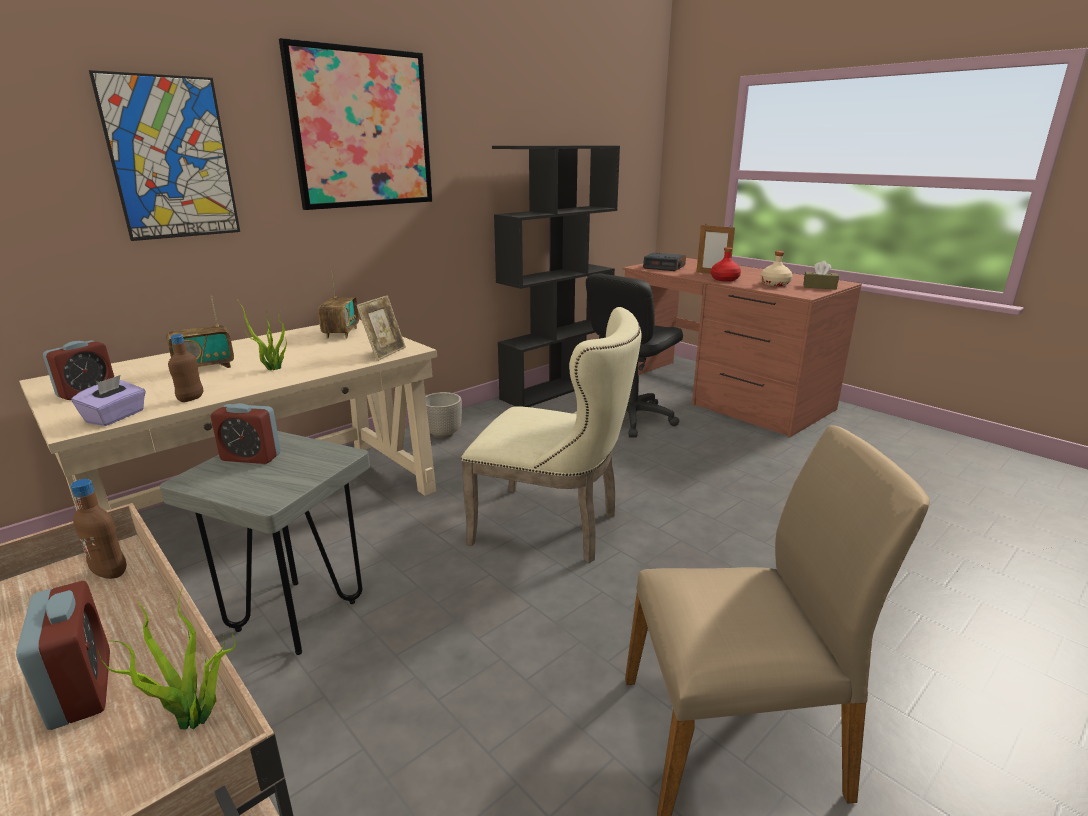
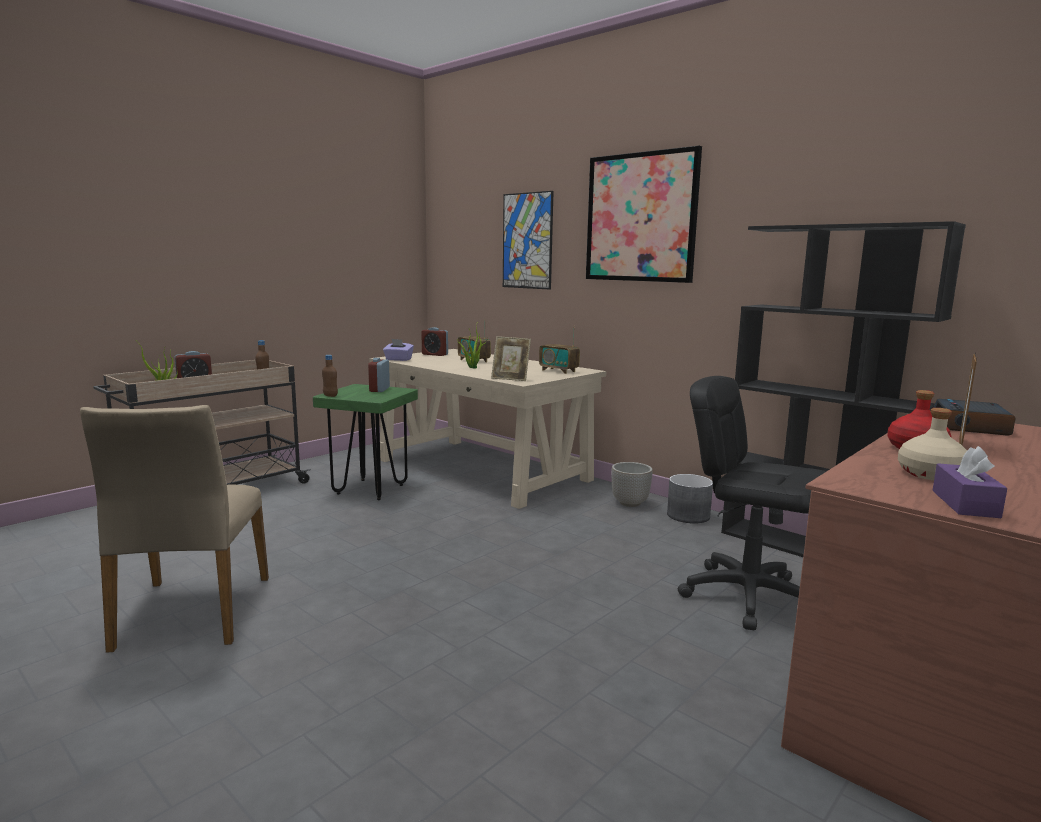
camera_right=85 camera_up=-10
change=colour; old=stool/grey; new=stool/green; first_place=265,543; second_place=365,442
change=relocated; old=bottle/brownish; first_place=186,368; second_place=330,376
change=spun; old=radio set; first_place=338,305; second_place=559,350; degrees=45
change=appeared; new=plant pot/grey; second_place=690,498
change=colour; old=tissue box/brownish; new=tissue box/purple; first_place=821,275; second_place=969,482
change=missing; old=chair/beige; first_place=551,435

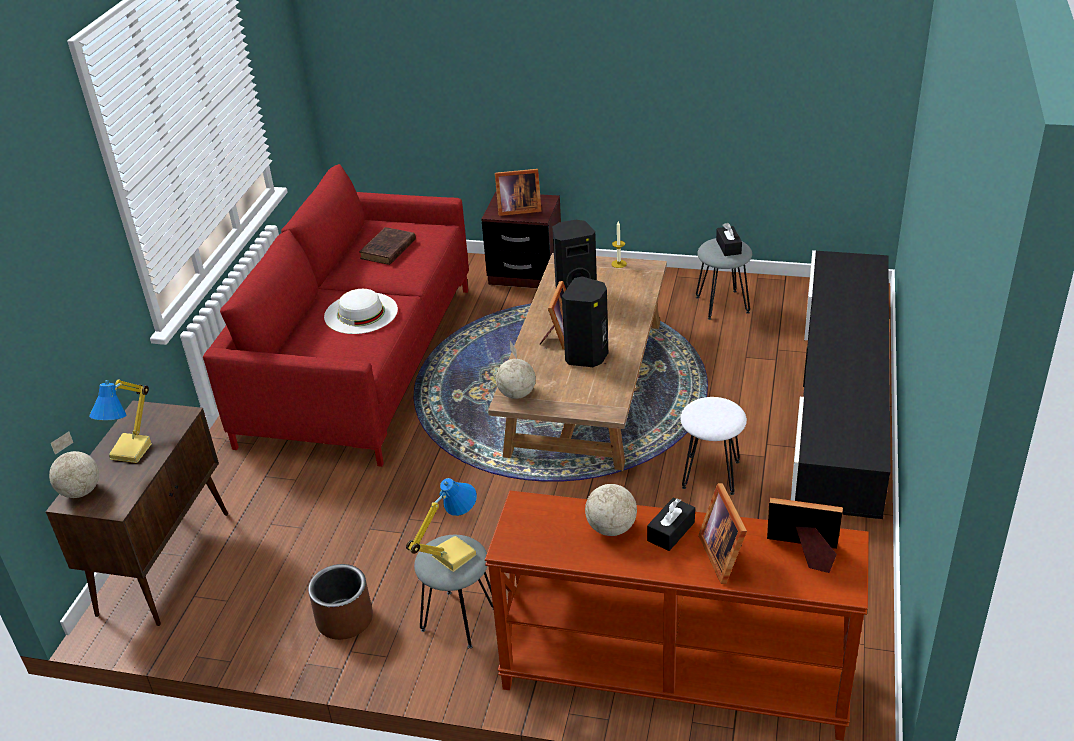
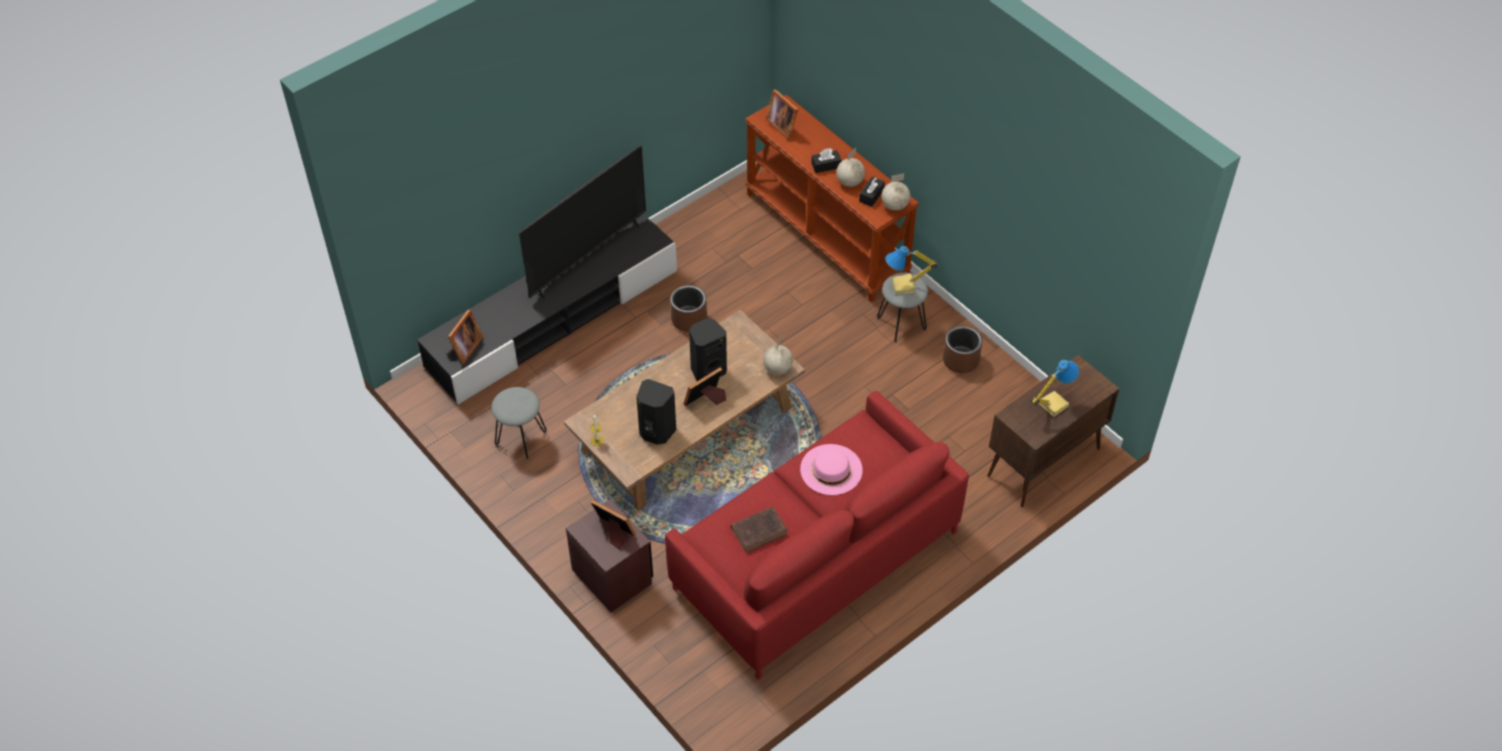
camera_right=-145 camera_up=15
change=relocated; old=picture frame; first_place=722,533; second_place=464,337
change=appeared; new=TV set; second_place=582,222
change=exchanged; old=stool/whitish; new=plant pot/brownish; first_place=713,446; second_place=688,308
change=colour; old=clothing hat/whitish; new=clothing hat/pink-coloured; first_place=361,311; second_place=831,469
change=relocated; old=tissue box/blackish; first_place=729,239; second_place=872,192
change=relocated; old=world globe; first_place=74,465; second_place=895,192

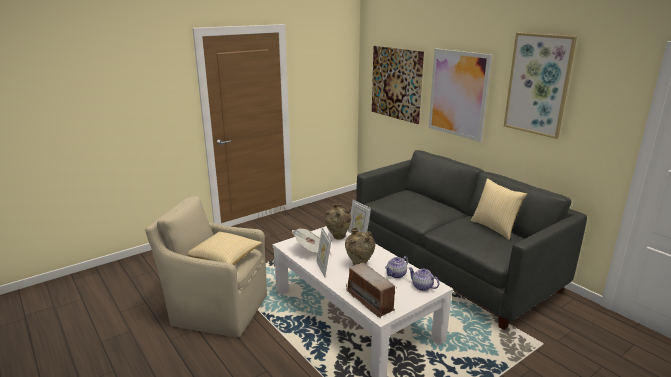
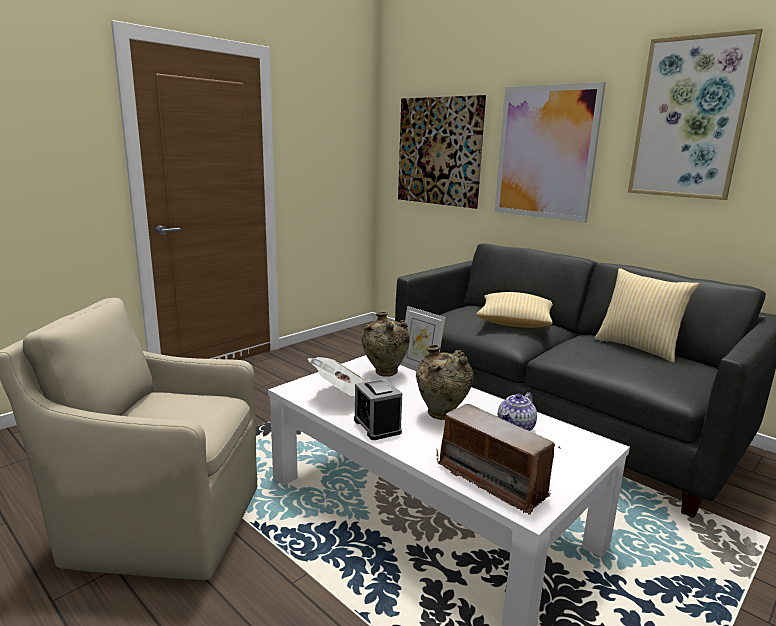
camera_right=-10 camera_up=-5
change=exchanged; old=picture frame; new=bedside clock; first_place=323,252; second_place=378,409
change=relocated; old=pillow; first_place=225,248; second_place=514,310
change=missing; old=pot for tea; first_place=424,279

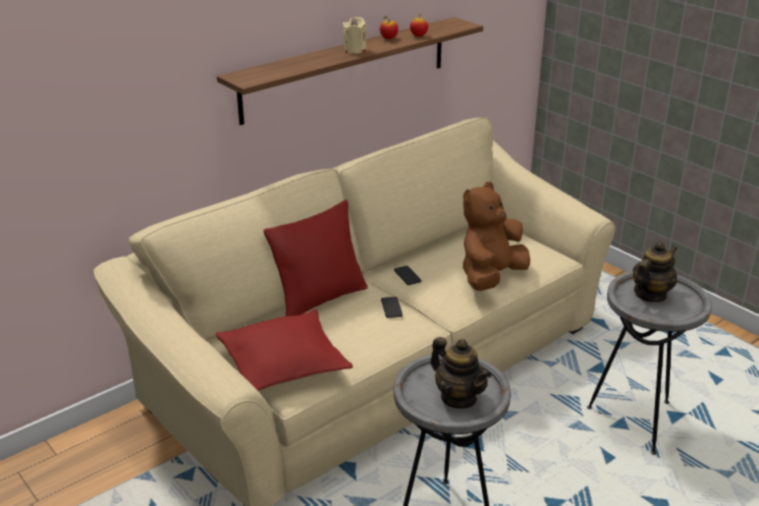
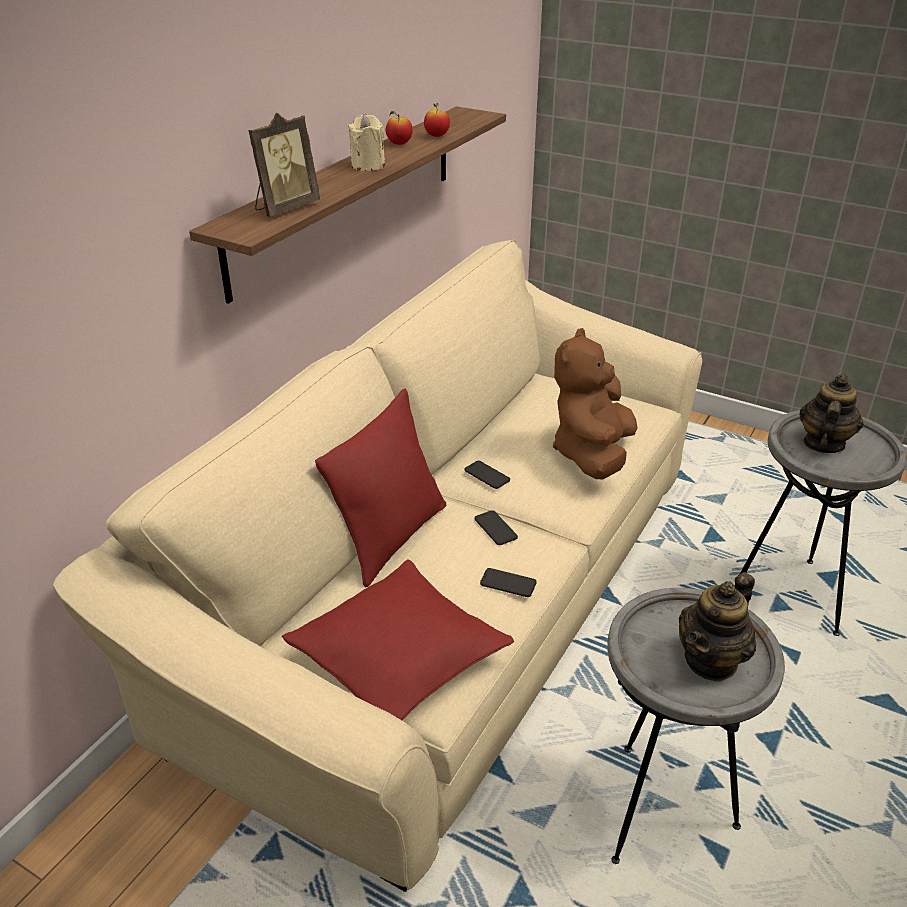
camera_right=-20 camera_up=5
change=appeared; new=picture frame; second_place=284,164
change=appeared; new=telephone; second_place=508,582
change=spun; old=pot for tea; first_place=461,373; second_place=717,627; degrees=105

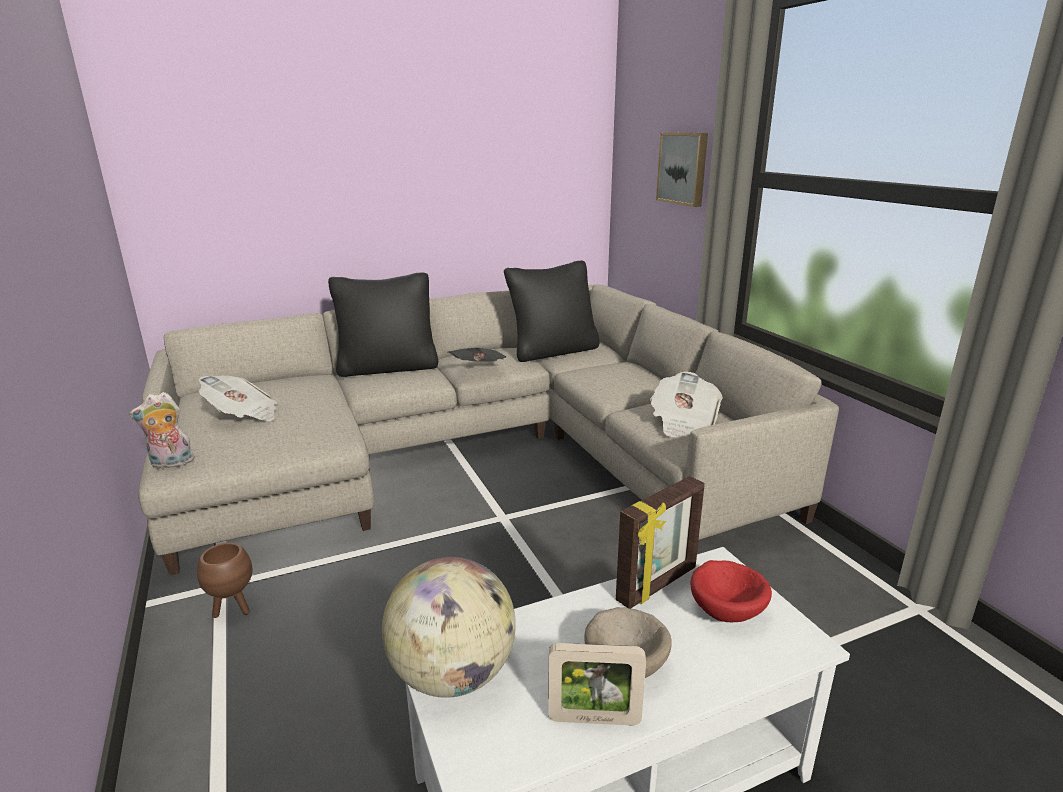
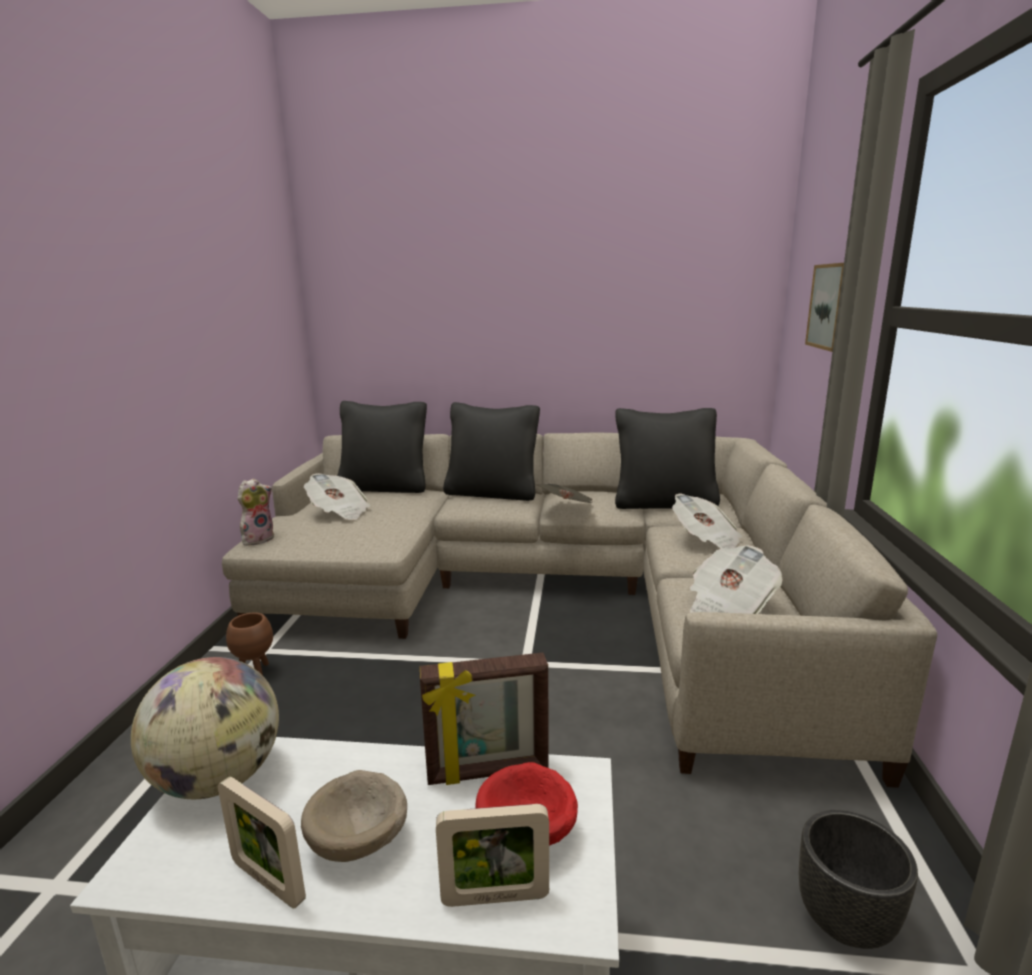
camera_right=30 camera_up=-5
change=spun; old=cuddly toy; first_place=161,430; second_place=256,512; degrees=120
change=appeared; new=pillow/blackish; second_place=382,447
change=appeared; new=picture frame; second_place=492,855
change=appeared; new=printed paper; second_place=707,521
change=appeared; new=plant pot/blackish; second_place=858,879

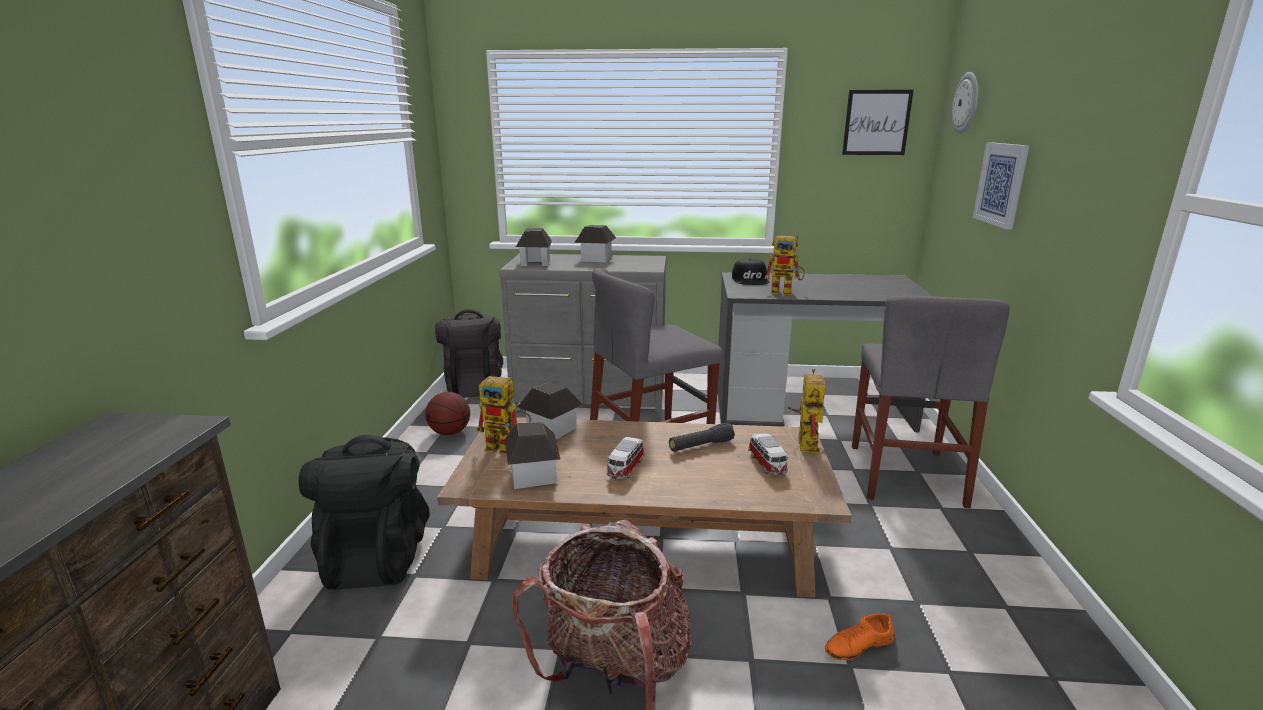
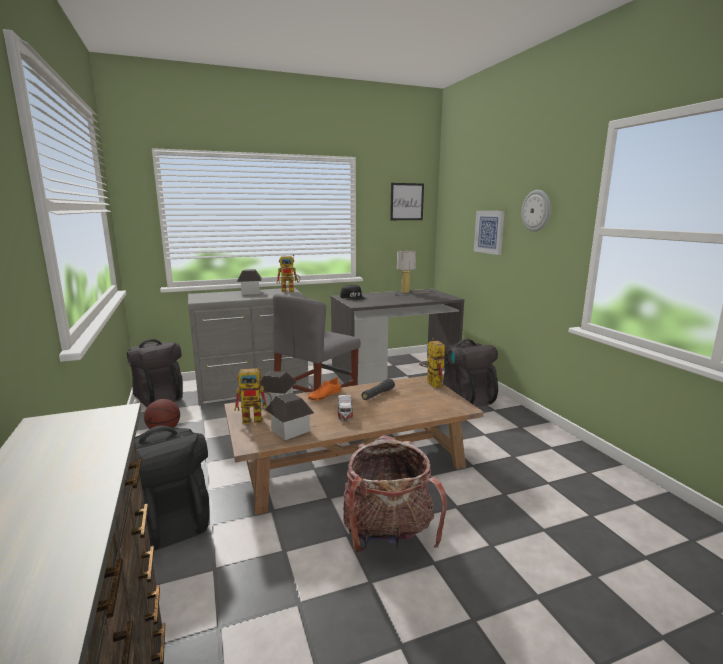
camera_right=-25 camera_up=-5
change=relocated; old=robot figure; first_place=784,264; second_place=288,273
change=relocated; old=shoe/orangey; first_place=860,636; second_place=324,389
change=appeared; new=table lamp; second_place=415,273
change=exchanged; old=chair/grey; new=backpack/blackish; first_place=931,402; second_place=470,373
change=relocated; old=clock on the wall; first_place=965,103; second_place=536,211
change=missing; old=model house; first_place=534,247
change=missing; old=miniature car; first_place=768,454

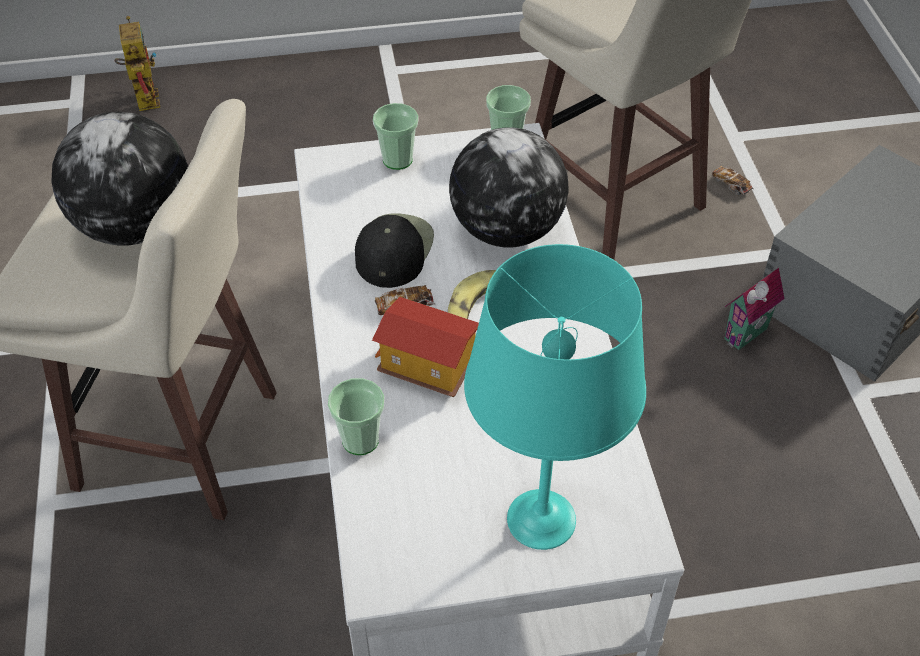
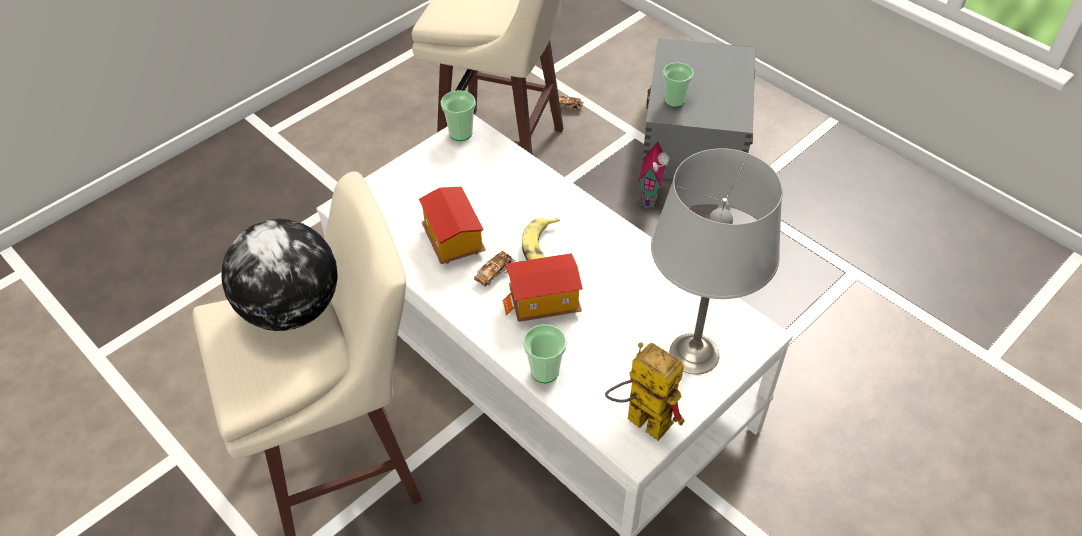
camera_right=-35 camera_up=0
change=exchanged; old=baseball cap/blackish; new=model house; first_place=394,250; second_place=452,225
change=relocated; old=robot figure; first_place=137,63; second_place=645,391
change=colour; old=table lamp/blue-green; new=table lamp/grey; first_place=555,397; second_place=717,261
change=relocated; old=small cup; first_place=395,136; second_place=678,85
change=missing; old=world globe; first_place=509,188

